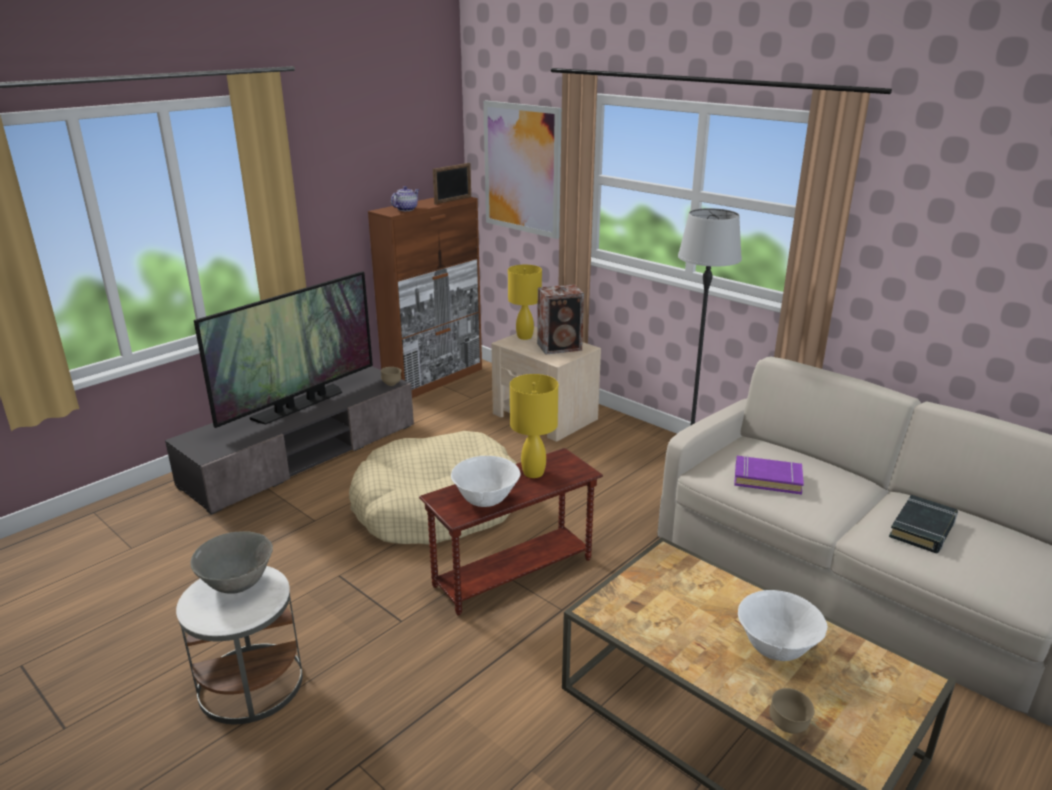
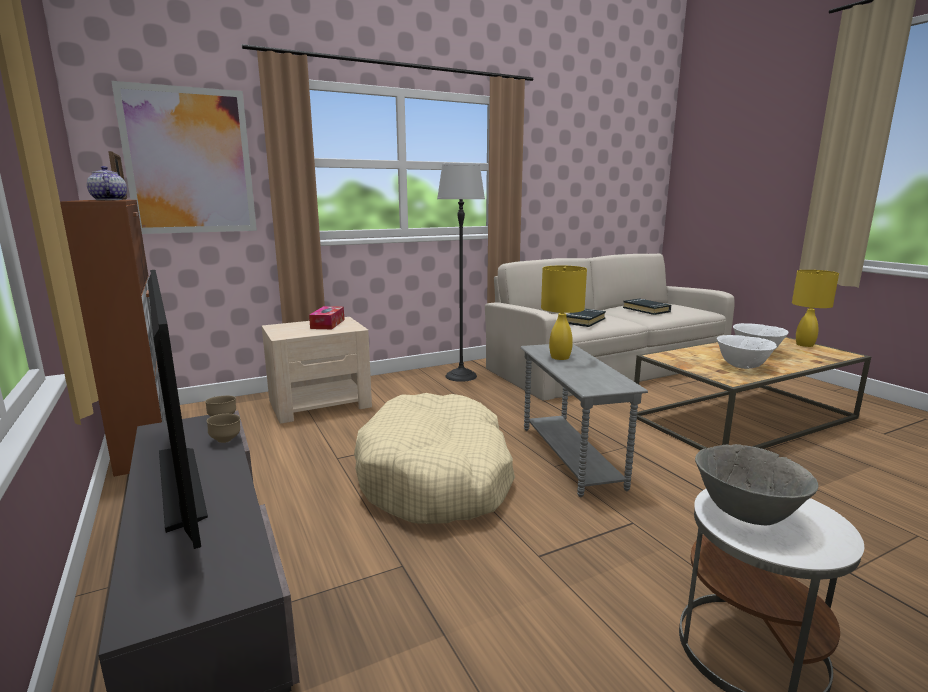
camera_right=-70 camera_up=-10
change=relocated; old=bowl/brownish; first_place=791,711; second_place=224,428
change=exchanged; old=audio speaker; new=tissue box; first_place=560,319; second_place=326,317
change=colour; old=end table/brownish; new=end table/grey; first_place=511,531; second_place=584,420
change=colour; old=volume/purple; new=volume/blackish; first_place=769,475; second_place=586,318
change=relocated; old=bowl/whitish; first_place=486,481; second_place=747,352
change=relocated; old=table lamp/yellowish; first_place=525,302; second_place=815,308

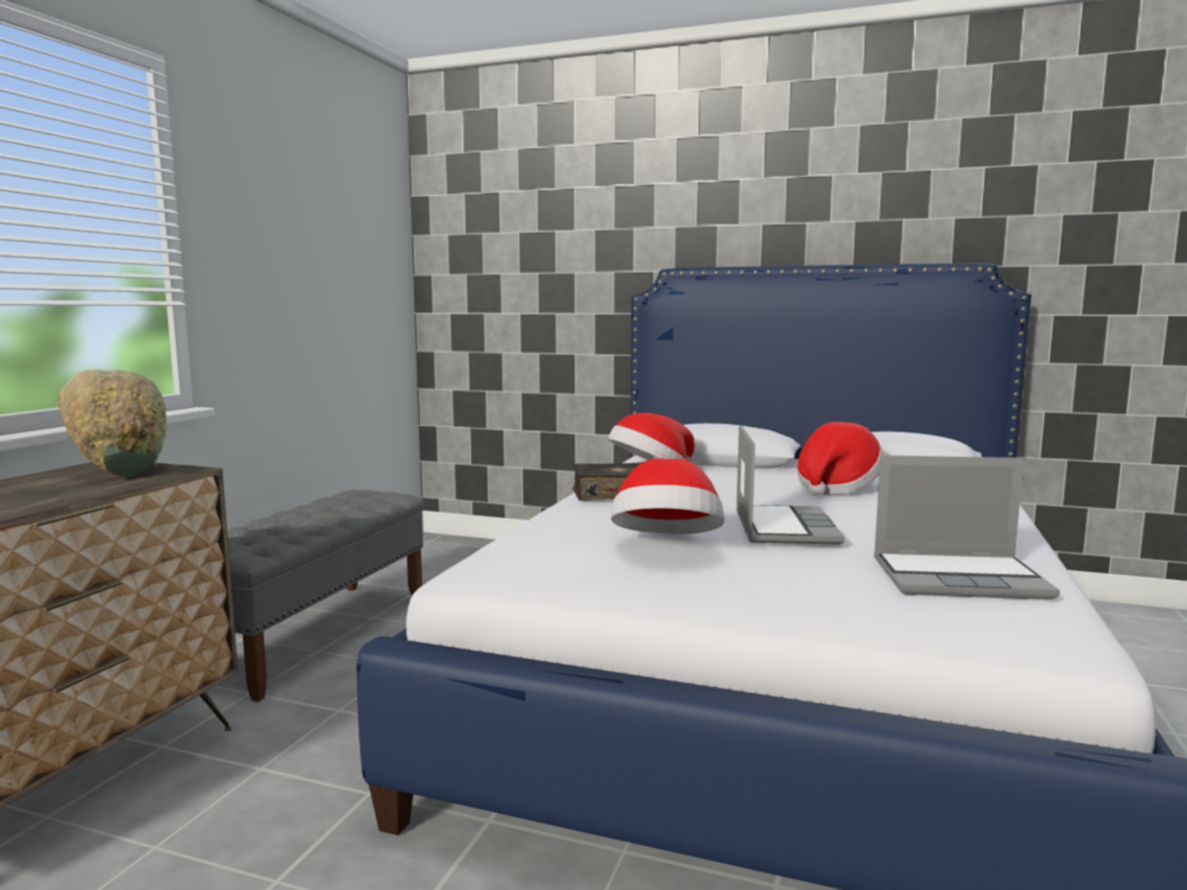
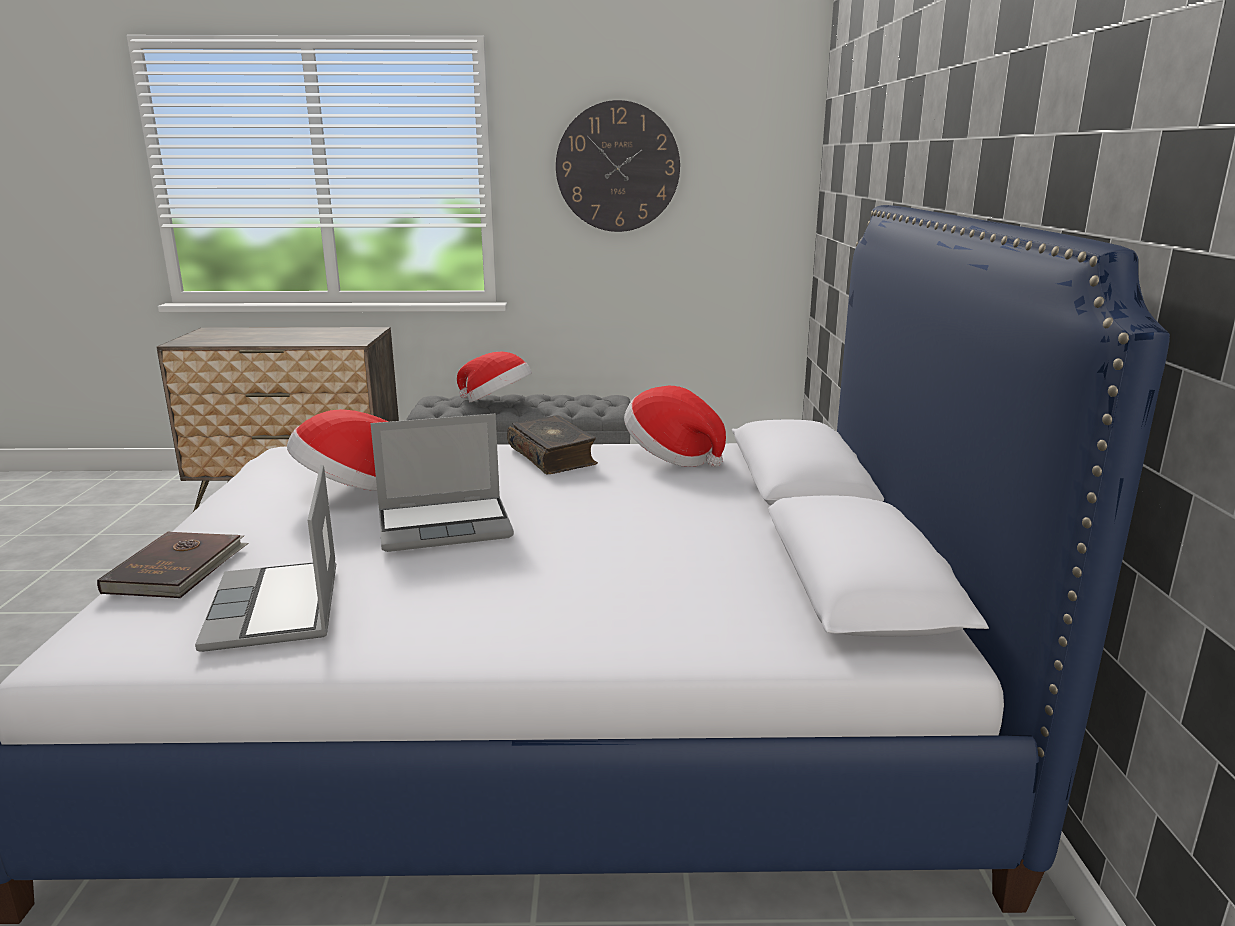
camera_right=70 camera_up=10
change=appeared; new=volume/brownish; second_place=173,564
change=relocated; old=clothing hat; first_place=840,459; second_place=494,377
change=appeared; new=clock on the wall; second_place=618,166
change=missing; old=bowl/green; first_place=112,423

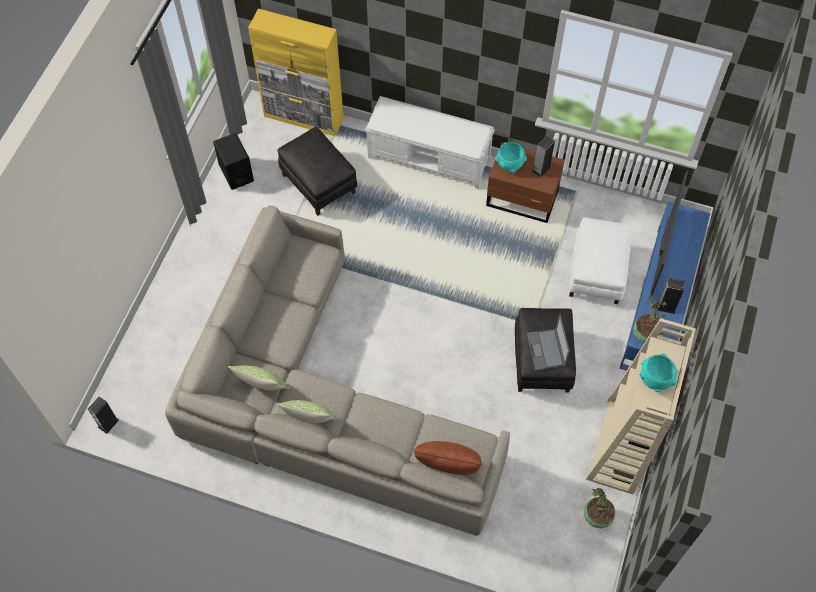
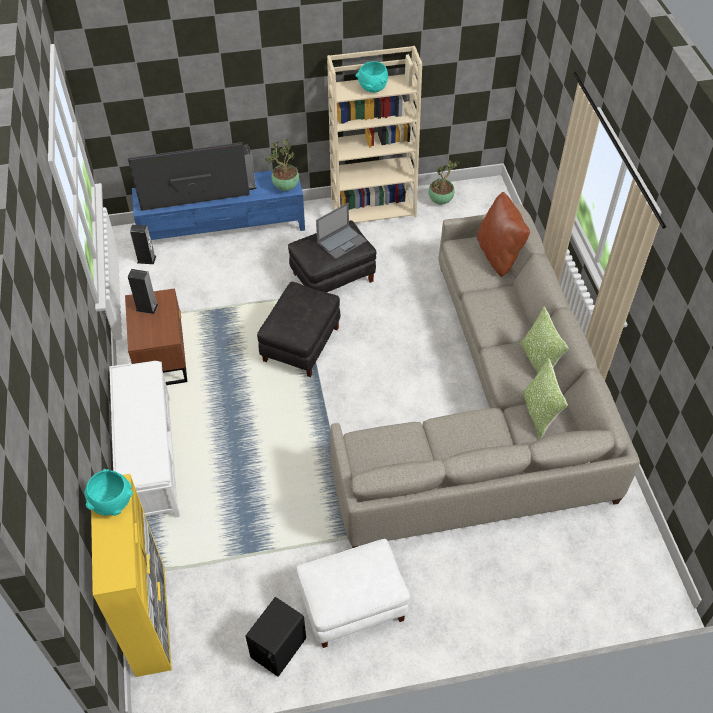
camera_right=-120 camera_up=-10
change=relocated; old=bowl/blue-green; first_place=511,157; second_place=108,492
change=relocated; old=audio speaker; first_place=103,415; second_place=143,244
change=relocated; old=footrest/blackish; first_place=317,171; second_place=298,329
change=relocated; old=footrest/whitish; first_place=601,261; second_place=353,593

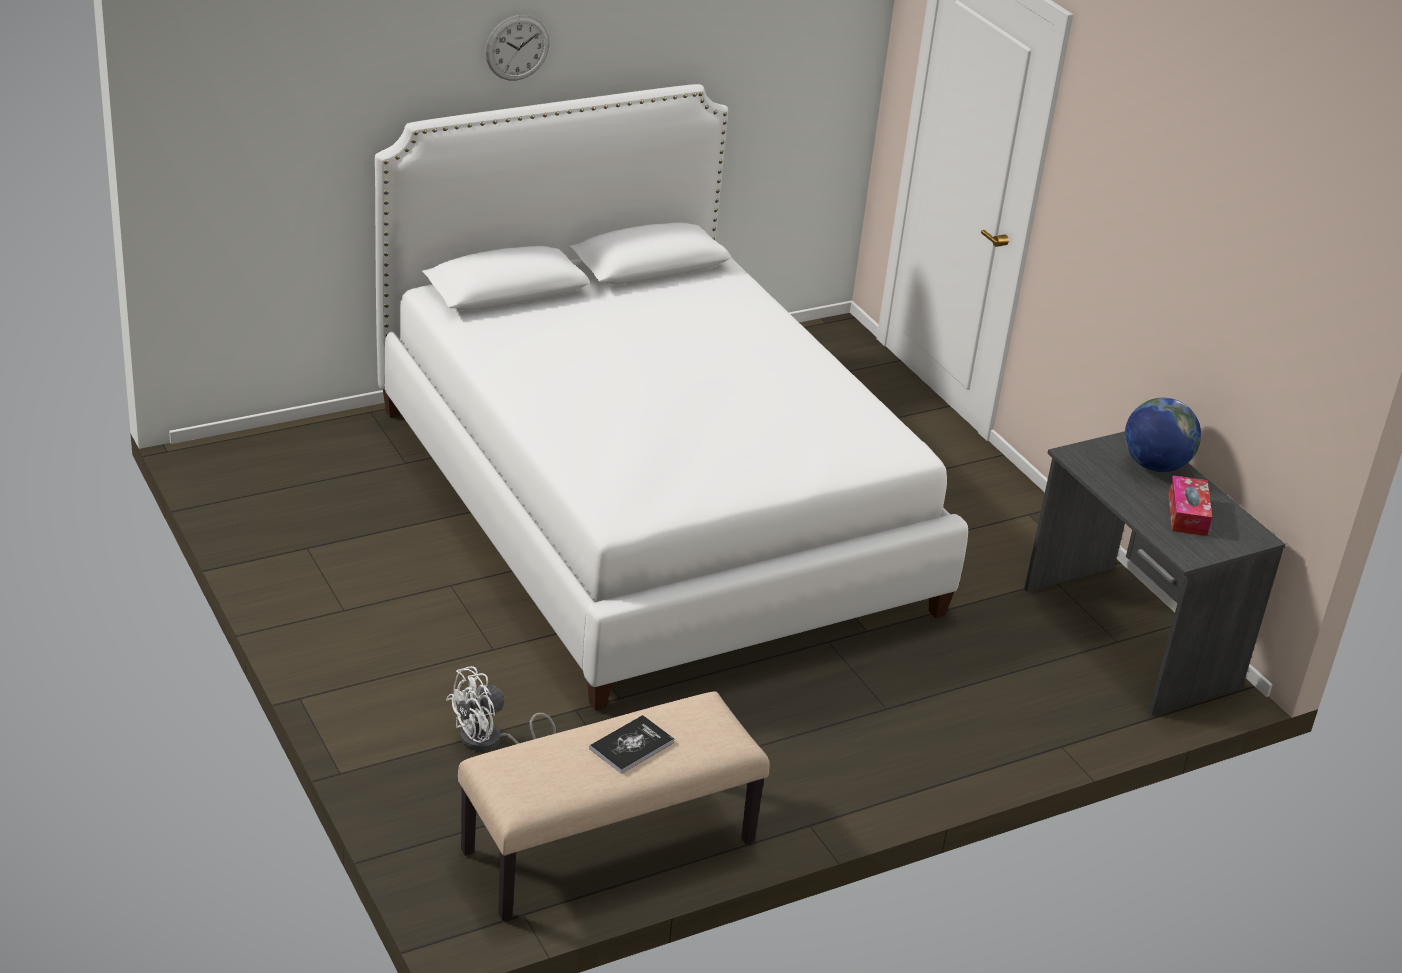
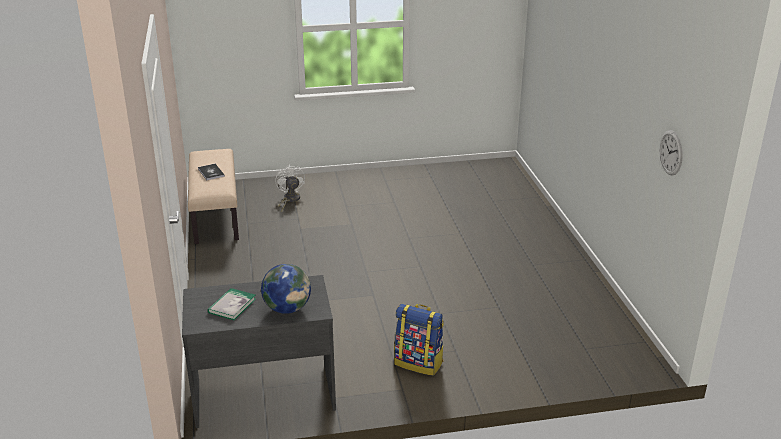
camera_right=110 camera_up=-5
change=exchanged; old=tissue box; new=volume; first_place=1190,506; second_place=232,304
change=appeared; new=backpack; second_place=419,340
change=relocated; old=clock on the wall; first_place=517,47; second_place=671,153
change=missing; old=bedroom bed/whitish; first_place=671,397

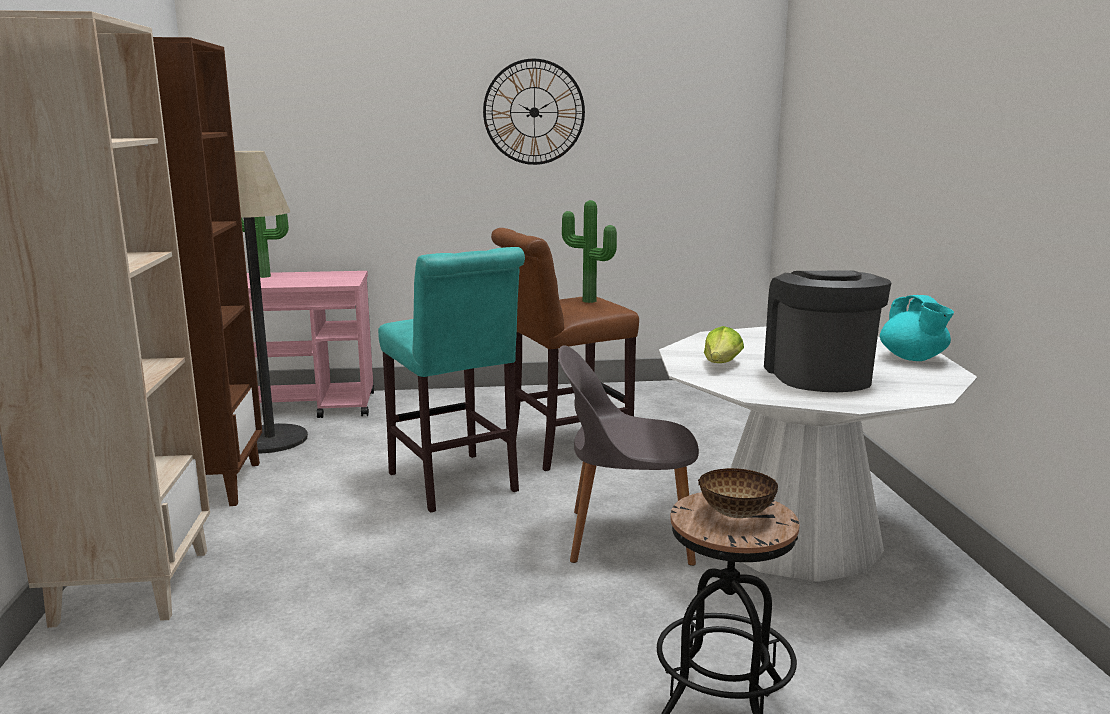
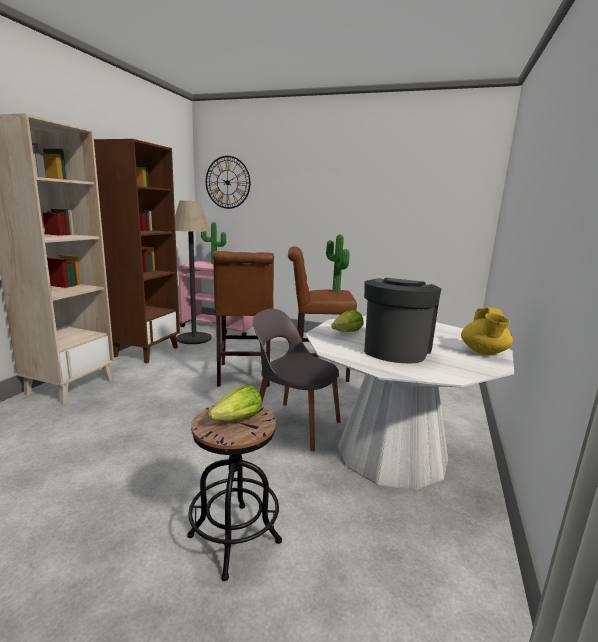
camera_right=25 camera_up=0
change=relocated; old=clock on the wall; first_place=534,111; second_place=228,182
change=exchanged; old=bowl; new=lettuce head; first_place=738,493; second_place=235,403
change=colour; old=stool/blue-green; new=stool/brownish; first_place=451,380; second_place=243,319
change=colour; old=pot for tea/blue-green; new=pot for tea/yellowish; first_place=917,328; second_place=487,331

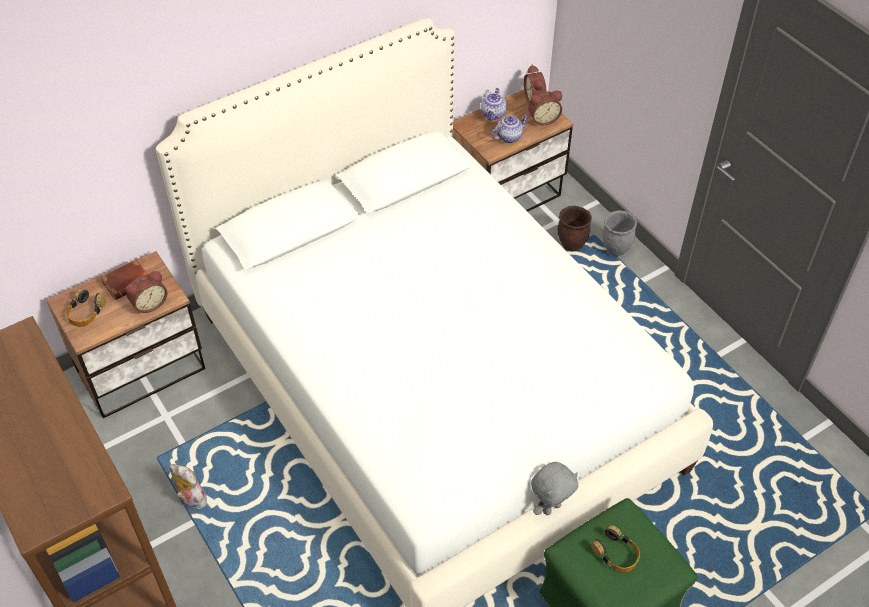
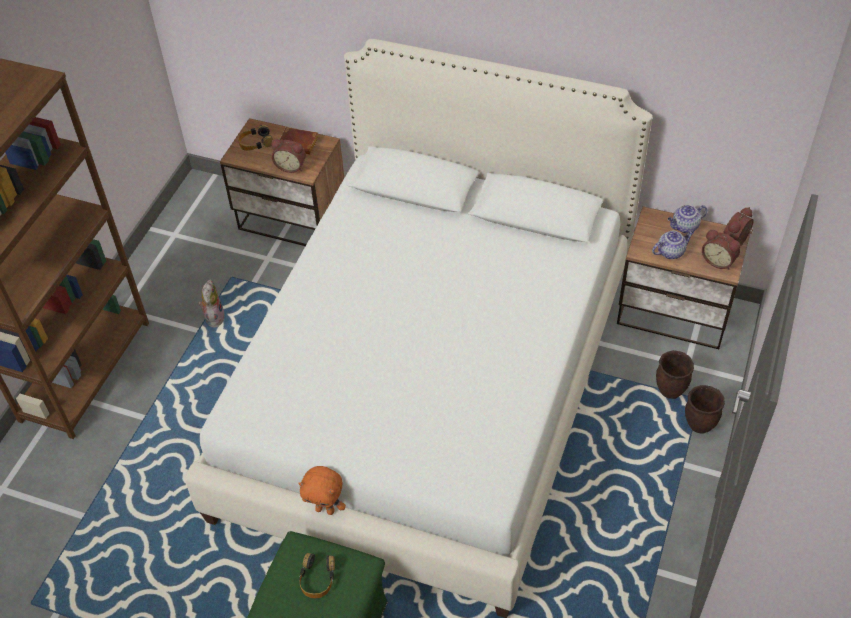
camera_right=55 camera_up=0
change=colour; old=cuddly toy/grey; new=cuddly toy/orangey; first_place=554,488; second_place=322,490
change=spun; old=pot for tea; first_place=510,129; second_place=673,245; degrees=-45
change=colour; old=plant pot/grey; new=plant pot/brownish; first_place=619,233; second_place=705,409

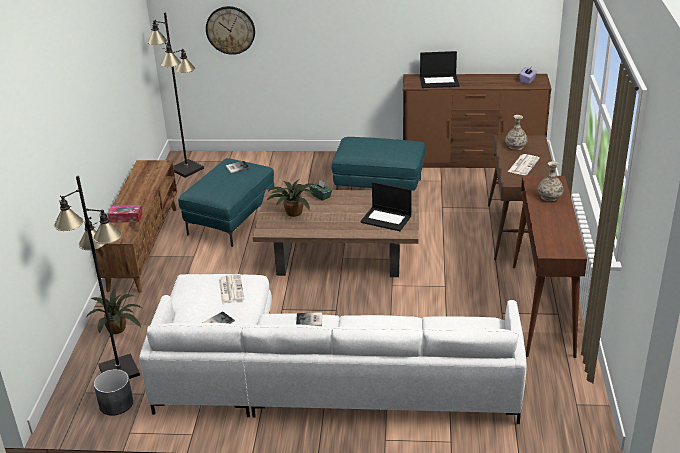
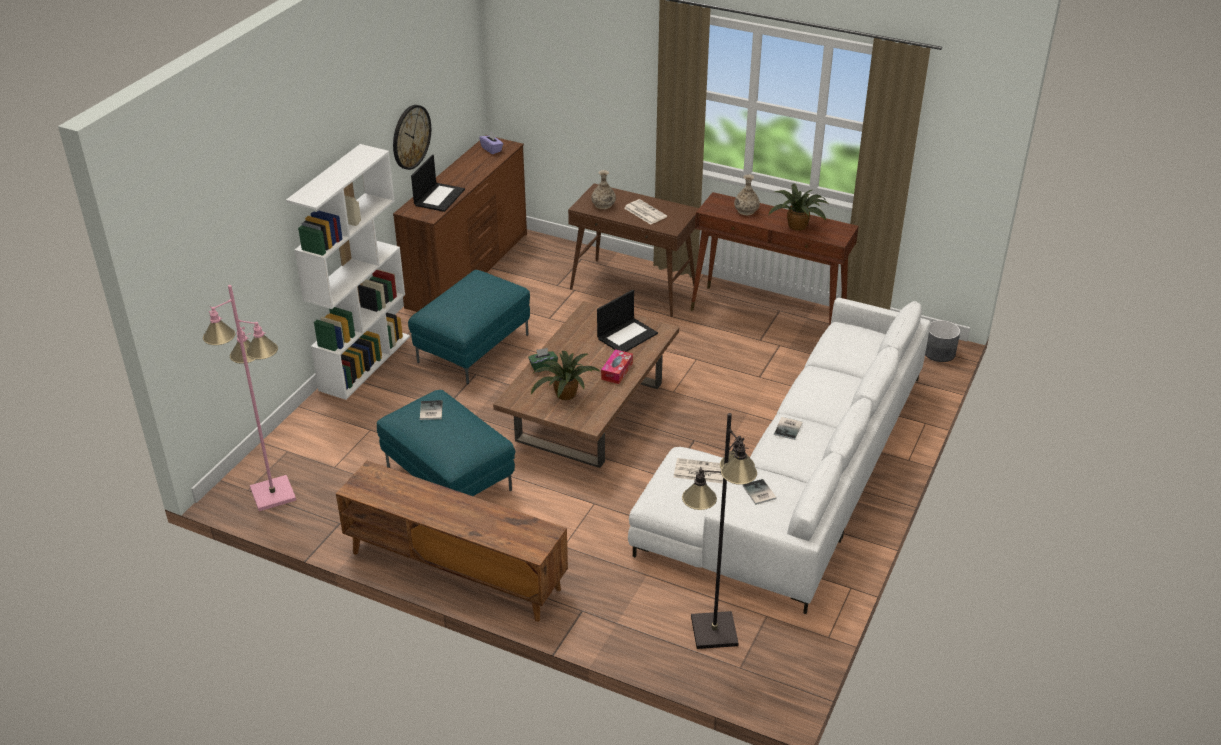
camera_right=-70 camera_up=5
change=colour; old=standing lamp/blackish; new=standing lamp/pink-coloured; first_place=175,95; second_place=249,398
change=appeared; new=bookshelf/whitish; second_place=348,272
change=relocated; old=clock on the wall; first_place=230,30; second_place=412,137
change=relocated; old=tissue box; first_place=125,214; second_place=617,366
change=relocated; old=houseplant; first_place=114,311; second_place=798,207
change=relocated; old=plant pot/grey; first_place=113,392; second_place=942,341

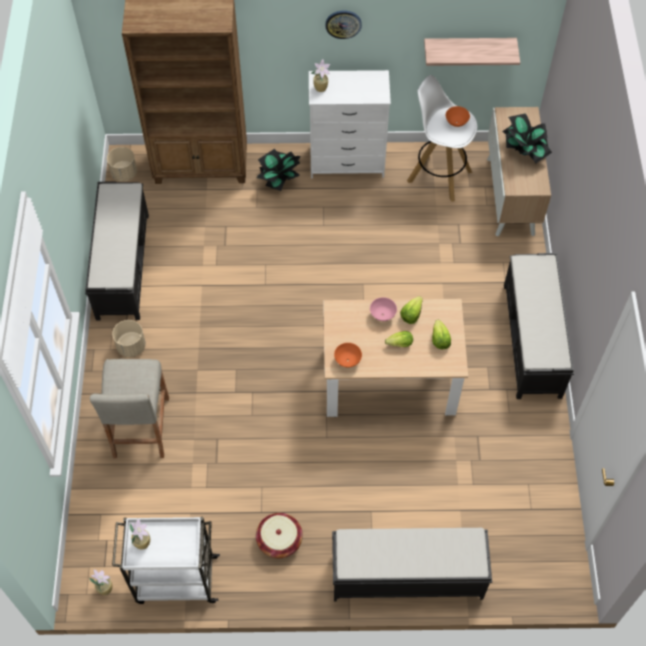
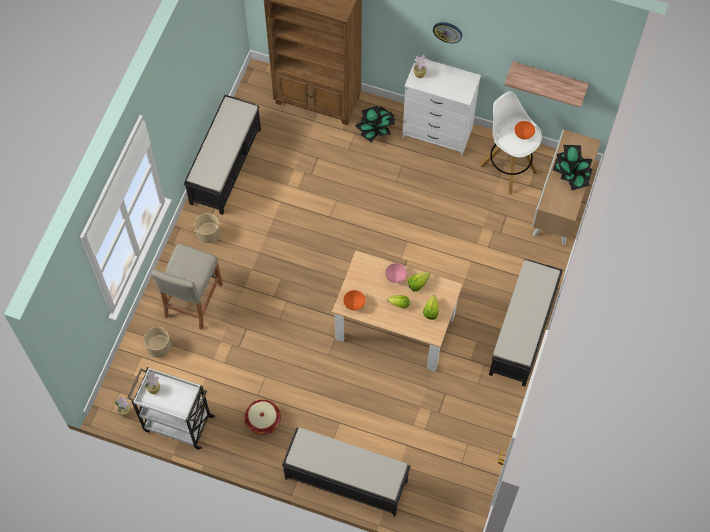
camera_right=20 camera_up=5
change=relocated; old=plant pot/beige; first_place=122,164; second_place=157,342

